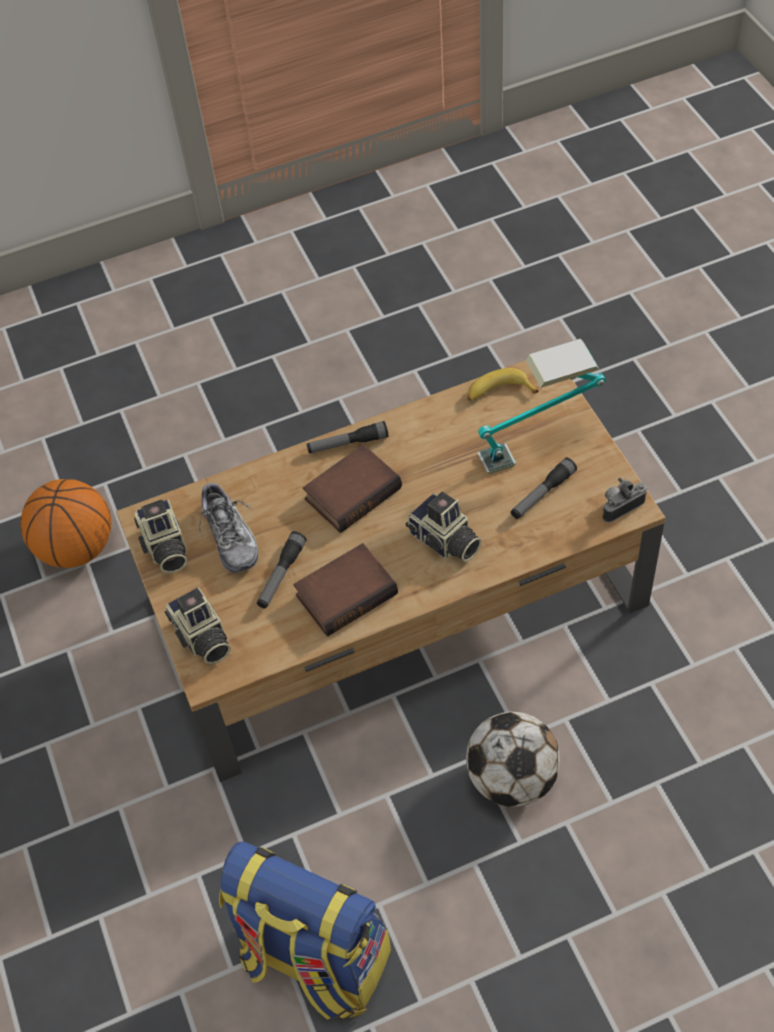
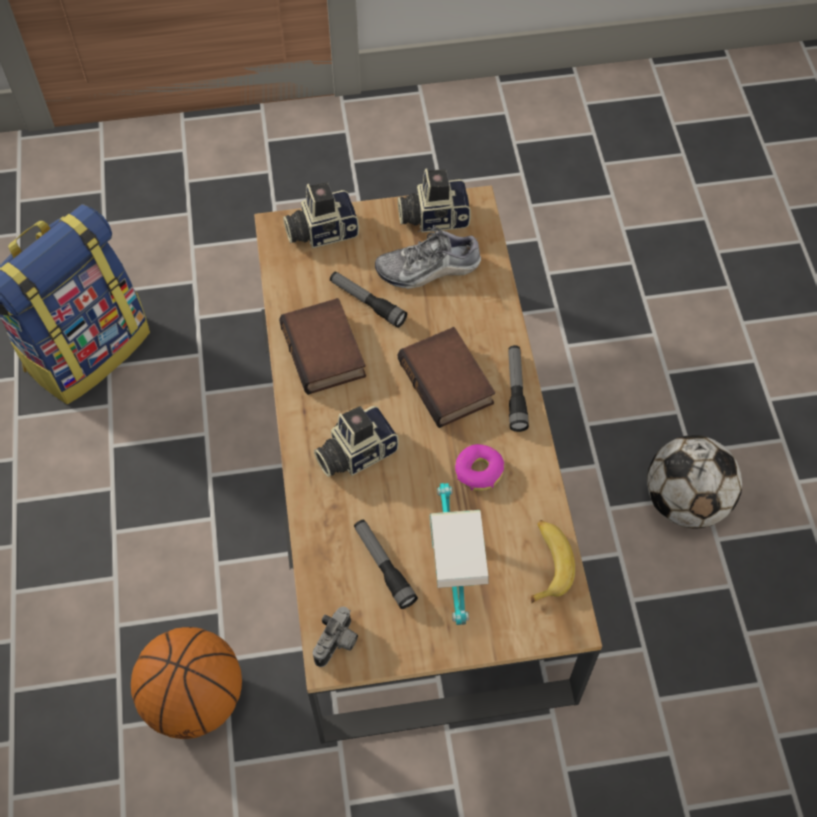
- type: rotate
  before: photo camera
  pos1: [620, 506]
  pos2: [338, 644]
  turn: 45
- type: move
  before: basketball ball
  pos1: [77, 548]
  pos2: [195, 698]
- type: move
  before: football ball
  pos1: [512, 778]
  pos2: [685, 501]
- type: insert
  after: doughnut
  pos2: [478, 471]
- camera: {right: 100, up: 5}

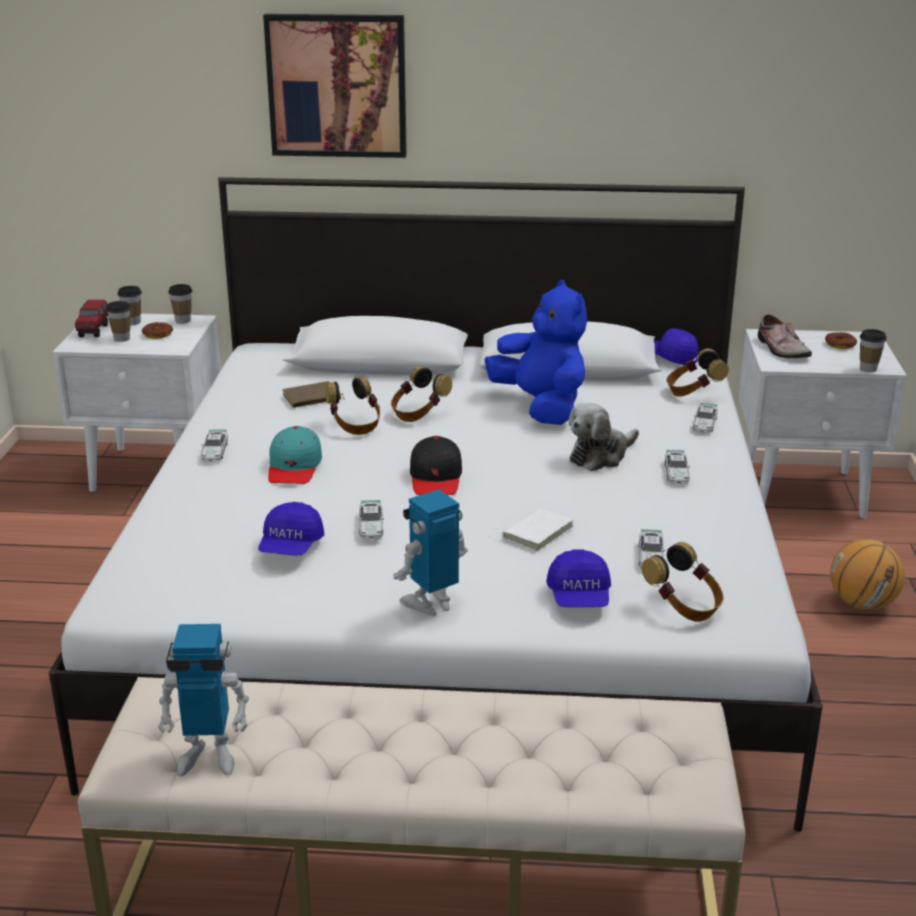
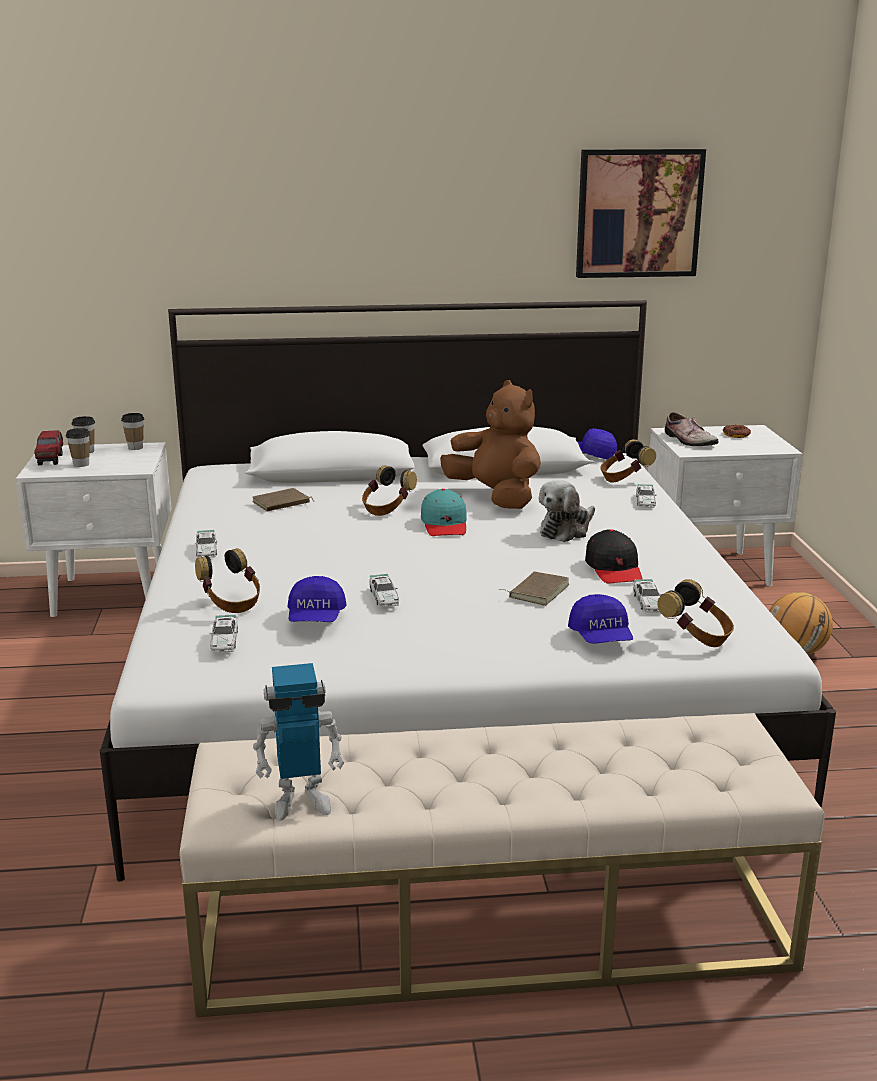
- type: move
  before: wall picture
  pos1: [337, 86]
  pos2: [638, 213]
- type: recolor
  before: cuddly toy/blue
  after: cuddly toy/brown-coloured
  pos1: [541, 407]
  pos2: [496, 497]
- type: delete
  before: doughnut
  pos1: [158, 334]
- type: delete
  before: cup
  pos1: [868, 369]
- type: move
  before: headphones
  pos1: [355, 426]
  pos2: [231, 603]
- type: move
  before: baseball cap/turquoise
  pos1: [294, 467]
  pos2: [444, 524]
- type: move
  before: baseball cap/black-coloured
  pos1: [436, 478]
  pos2: [614, 569]
- type: move
  before: miniature car
  pos1: [676, 473]
  pos2: [224, 640]
- type: delete
  before: robot figure
  pos1: [431, 604]
- type: recolor
  before: bound book/white-coloured
  after: bound book/brown-coloured
  pos1: [536, 532]
  pos2: [537, 591]
- camera: {right: -10, up: -5}

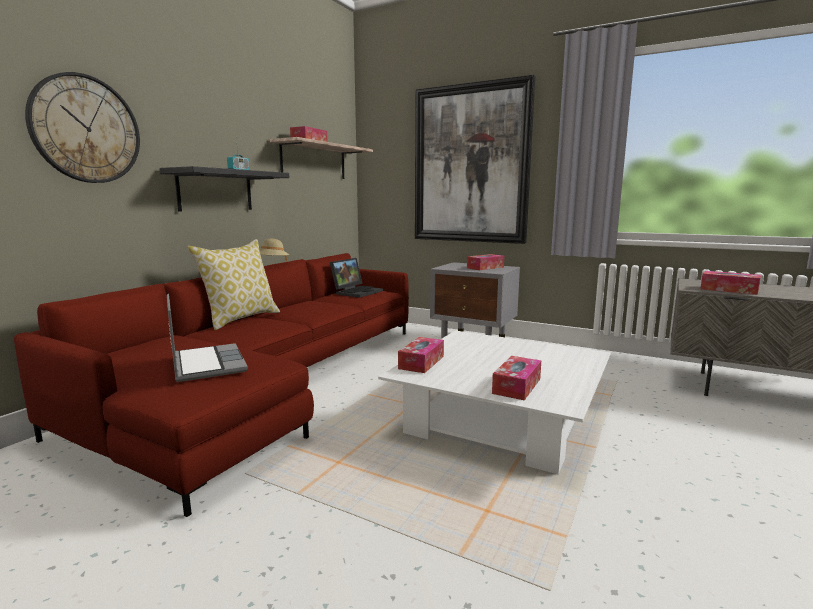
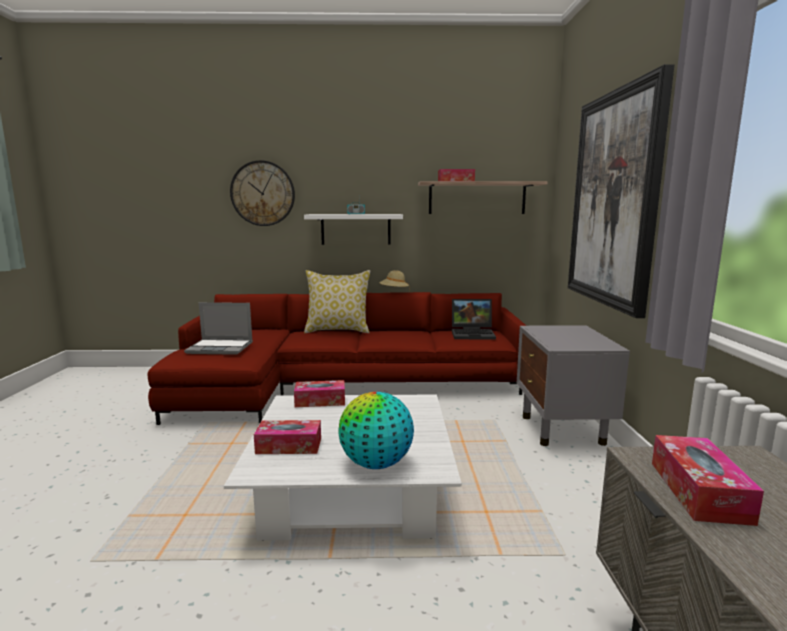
- type: recolor
  before: bracket shelf/black-coloured
  after: bracket shelf/white-coloured
  pos1: [215, 191]
  pos2: [356, 229]
- type: delete
  before: tissue box
  pos1: [485, 267]
- type: rotate
  before: portable computer
  pos1: [206, 364]
  pos2: [221, 348]
  turn: 60
- type: insert
  after: globe
  pos2: [376, 464]
- camera: {right: 60, up: 0}

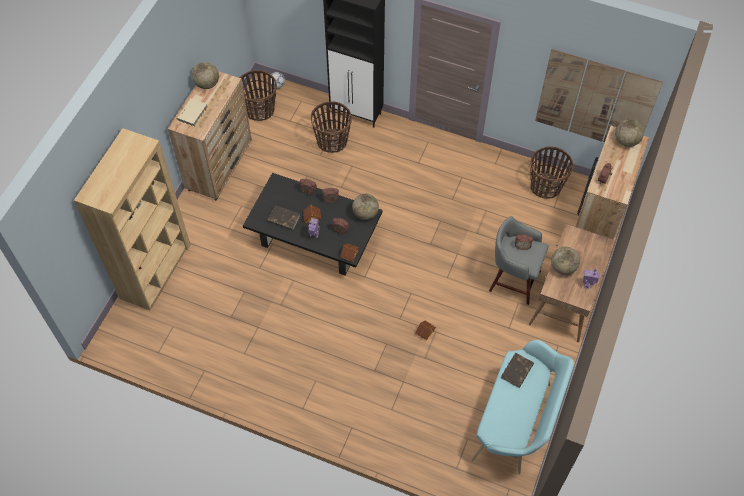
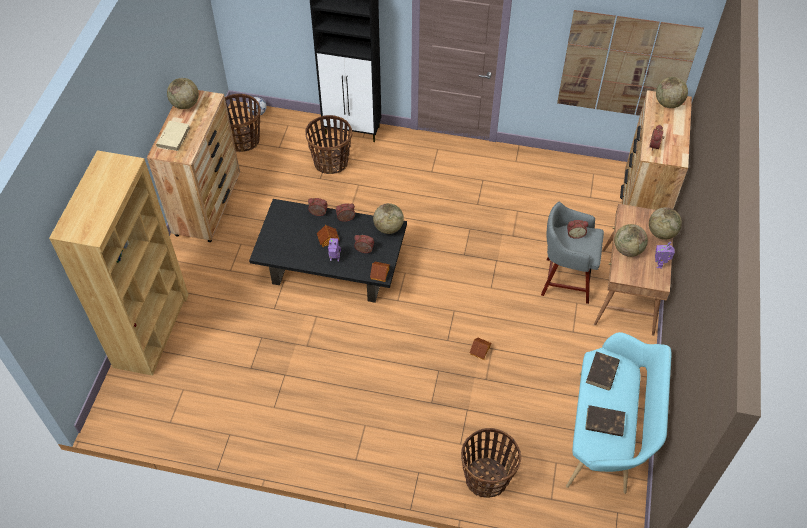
- type: move
  before: basket
  pos1: [545, 186]
  pos2: [486, 478]
- type: move
  before: bound book/brown-coloured
  pos1: [283, 219]
  pos2: [604, 422]
- type: insert
  after: globe
  pos2: [661, 233]
- camera: {right: -10, up: -5}

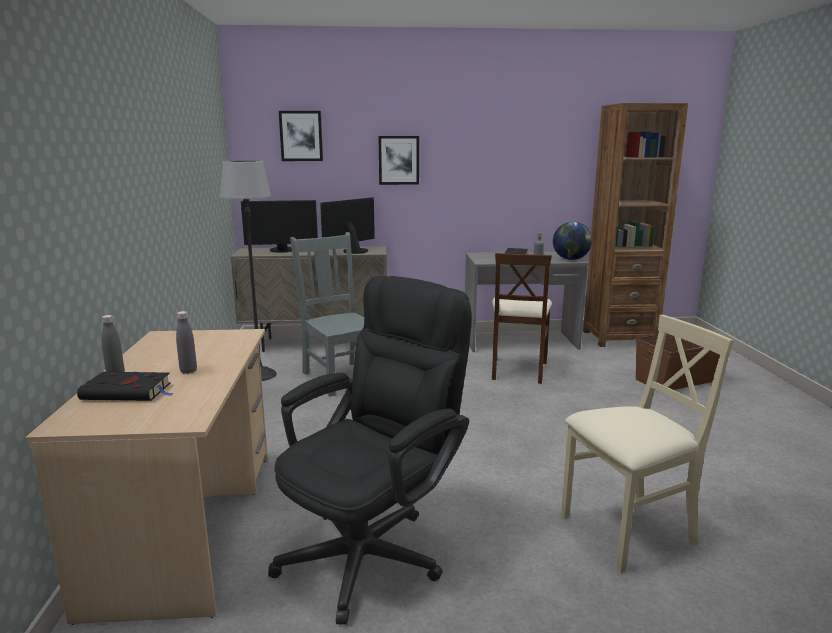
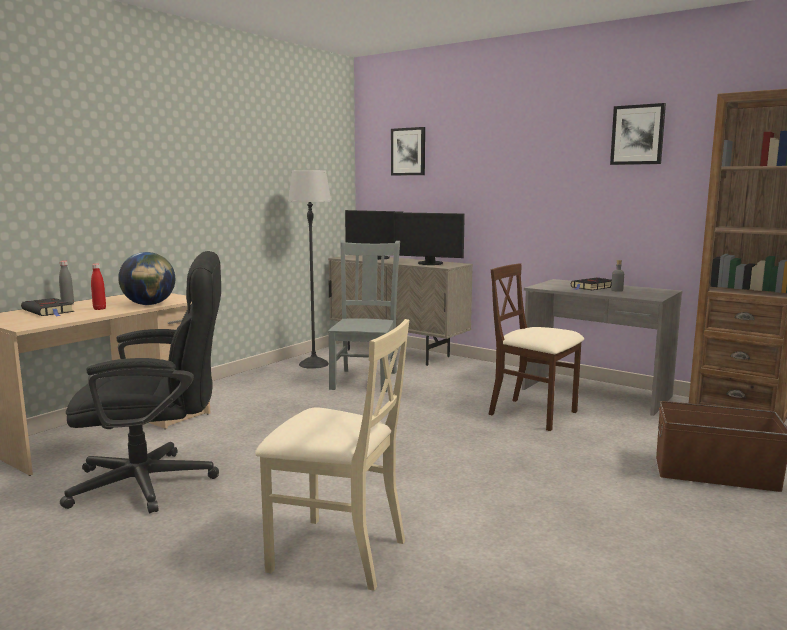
- type: move
  before: wall picture
  pos1: [398, 160]
  pos2: [637, 135]
- type: rotate
  before: monitor
  pos1: [353, 251]
  pos2: [429, 264]
  turn: -150
- type: move
  before: globe
  pos1: [571, 259]
  pos2: [149, 304]
- type: rotate
  before: plain chair/beige-coloured
  pos1: [517, 370]
  pos2: [533, 414]
  turn: 75
- type: recolor
  before: drink bottle/grey
  after: drink bottle/red
  pos1: [188, 371]
  pos2: [99, 309]
- camera: {right: 40, up: -5}

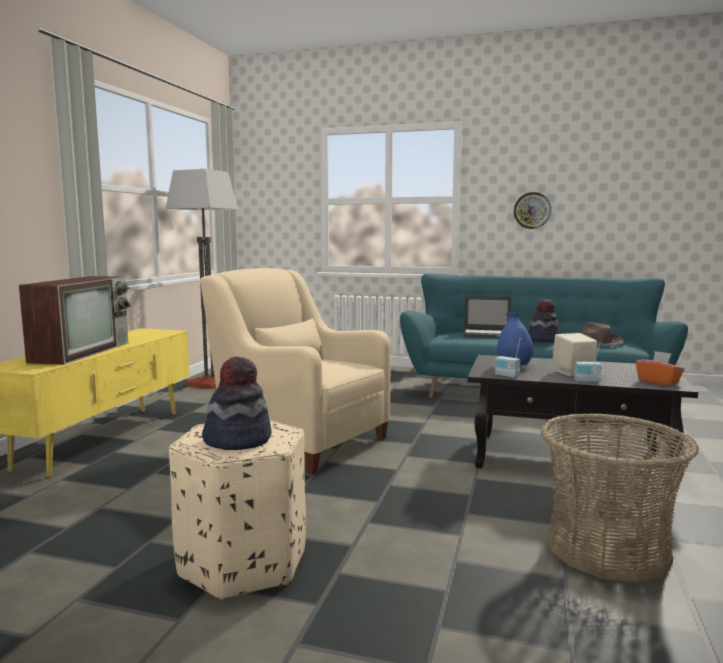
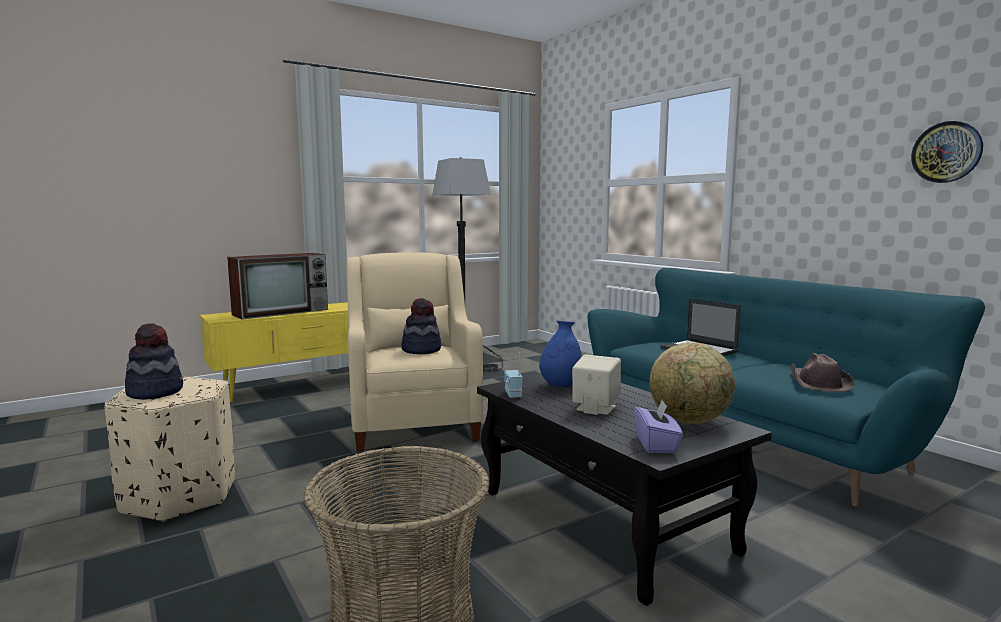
- type: move
  before: wall clock
  pos1: [532, 210]
  pos2: [946, 152]
- type: move
  before: clothing hat
  pos1: [543, 340]
  pos2: [421, 350]
- type: delete
  before: radio receiver
  pos1: [587, 381]
- type: recolor
  before: tissue box/orangey
  after: tissue box/purple
  pos1: [658, 382]
  pos2: [656, 444]
- type: insert
  after: globe
  pos2: [689, 421]
- camera: {right: 40, up: 0}

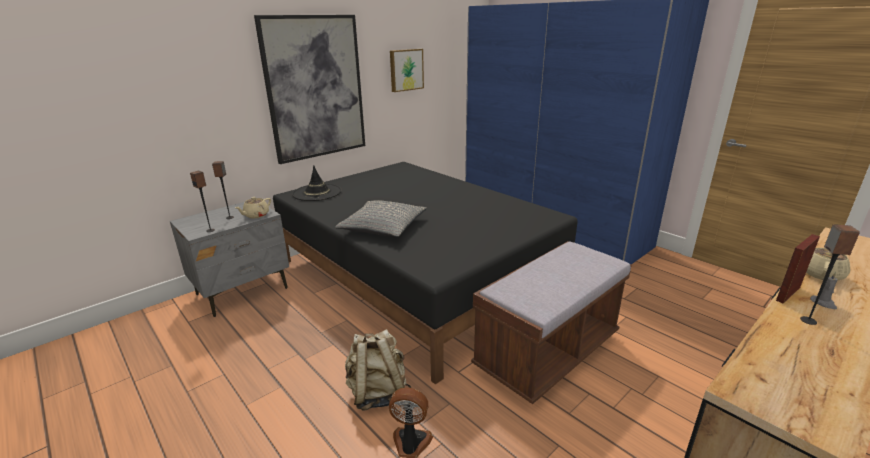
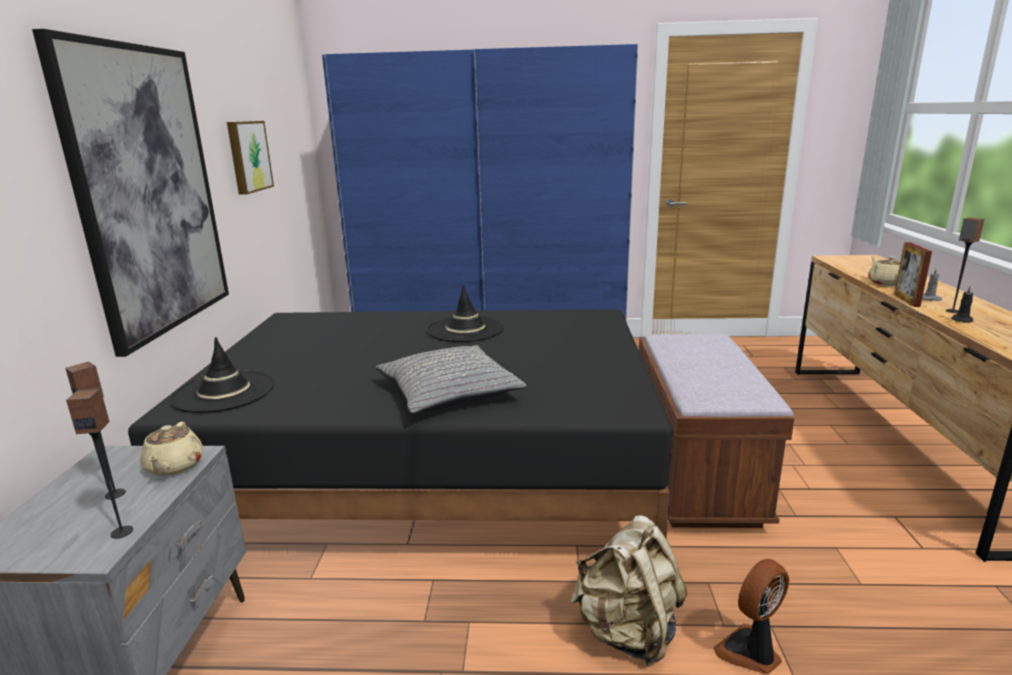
- type: insert
  after: clothing hat/black-coloured
  pos2: [465, 329]
- type: insert
  after: candle/black-coloured
  pos2: [962, 320]
- camera: {right: -45, up: -5}

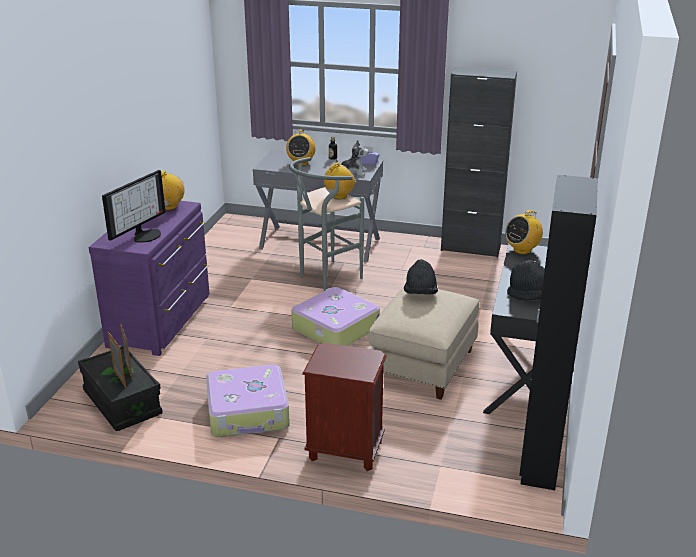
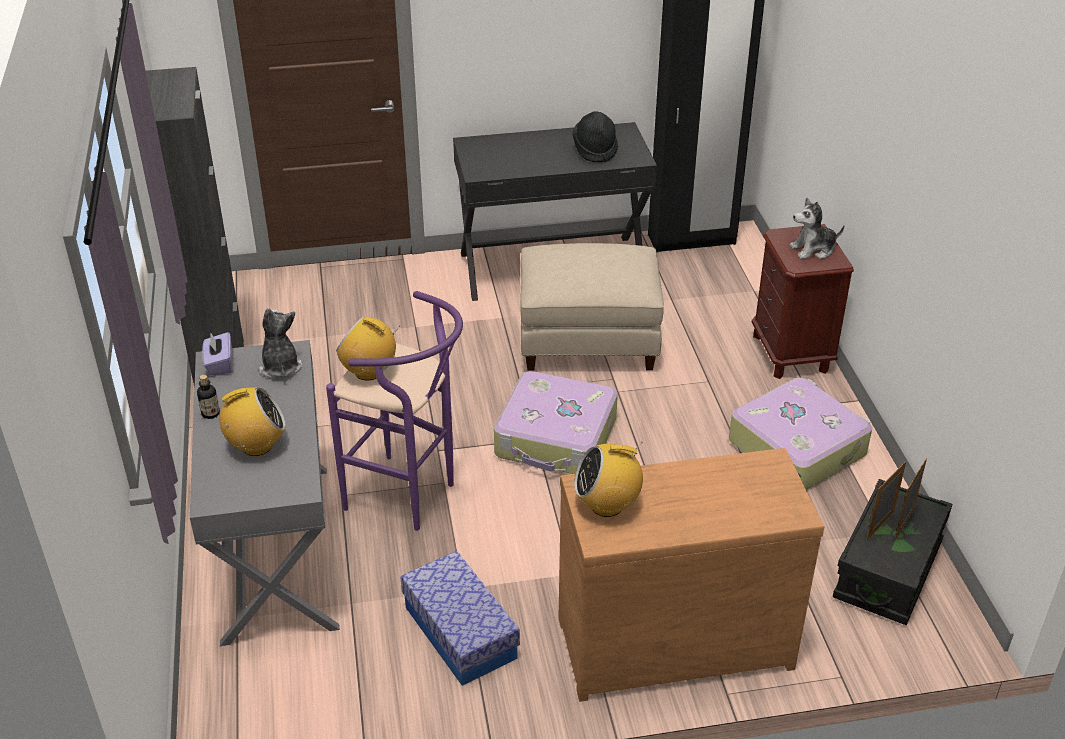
- type: recolor
  before: sitting stool/grey
  after: sitting stool/purple
  pos1: [325, 278]
  pos2: [410, 498]
- type: delete
  before: monitor
  pos1: [145, 235]
- type: recolor
  before: chest of drawers/purple
  after: chest of drawers/brown-coloured
  pos1: [163, 320]
  pos2: [671, 638]
- type: delete
  before: radio receiver
  pos1: [522, 250]
- type: delete
  before: clothing hat/black-coloured
  pos1: [420, 294]
- type: insert
  after: cuddly toy
  pos2: [813, 249]
- type: insert
  after: storage bin
  pos2: [460, 632]
- camera: {right: -115, up: 10}

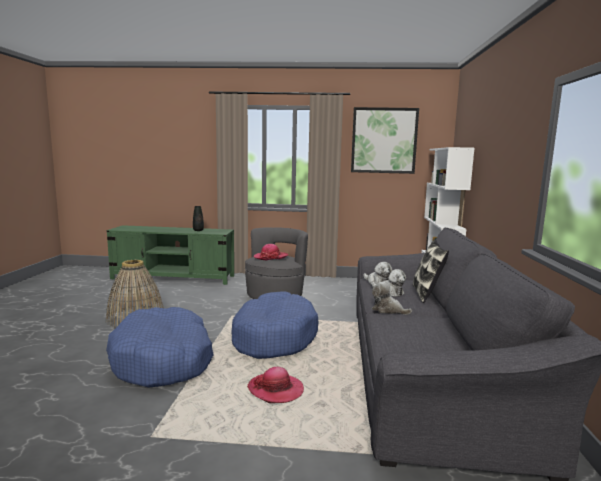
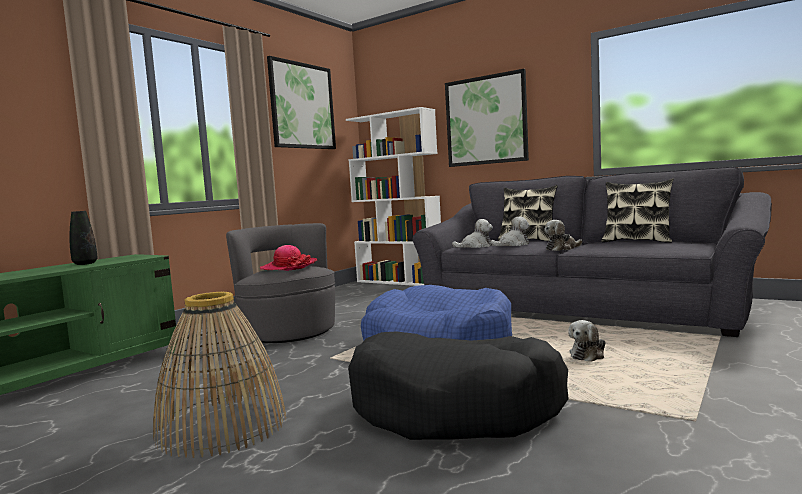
- type: recolor
  before: dog cushion/blue
  after: dog cushion/black-coloured
  pos1: [163, 360]
  pos2: [455, 408]
- type: replace
  before: clothing hat
  after: cuddly toy
  pos1: [276, 390]
  pos2: [588, 355]
- type: insert
  after: wall picture
  pos2: [486, 120]
- type: insert
  after: pillow
  pos2: [637, 241]
- camera: {right: -60, up: -5}

